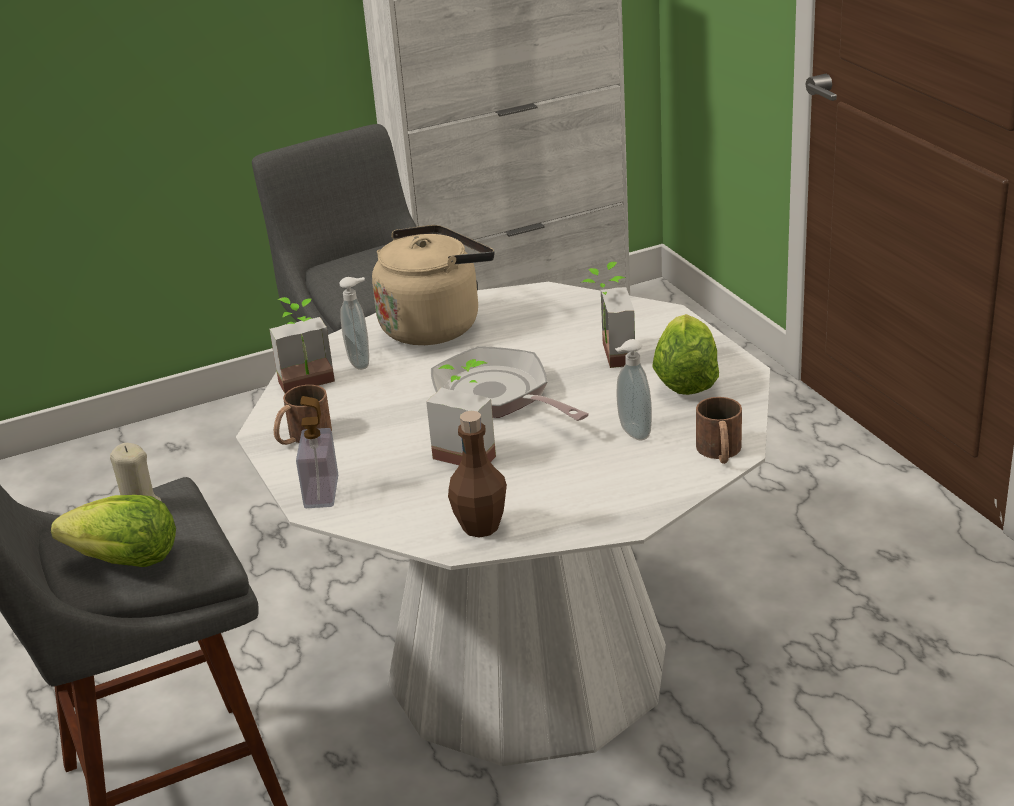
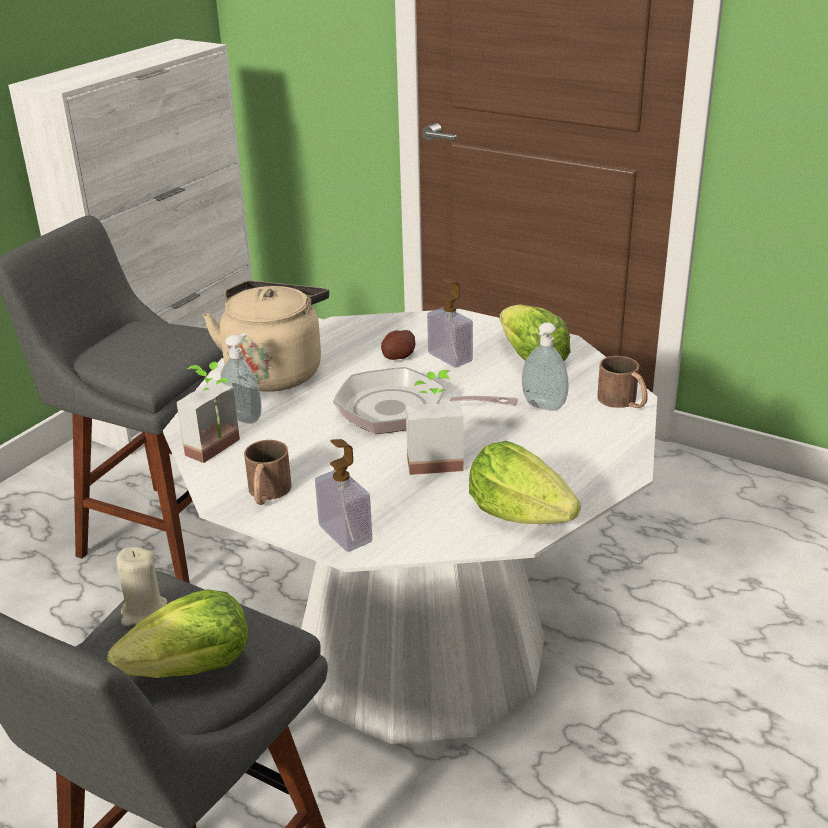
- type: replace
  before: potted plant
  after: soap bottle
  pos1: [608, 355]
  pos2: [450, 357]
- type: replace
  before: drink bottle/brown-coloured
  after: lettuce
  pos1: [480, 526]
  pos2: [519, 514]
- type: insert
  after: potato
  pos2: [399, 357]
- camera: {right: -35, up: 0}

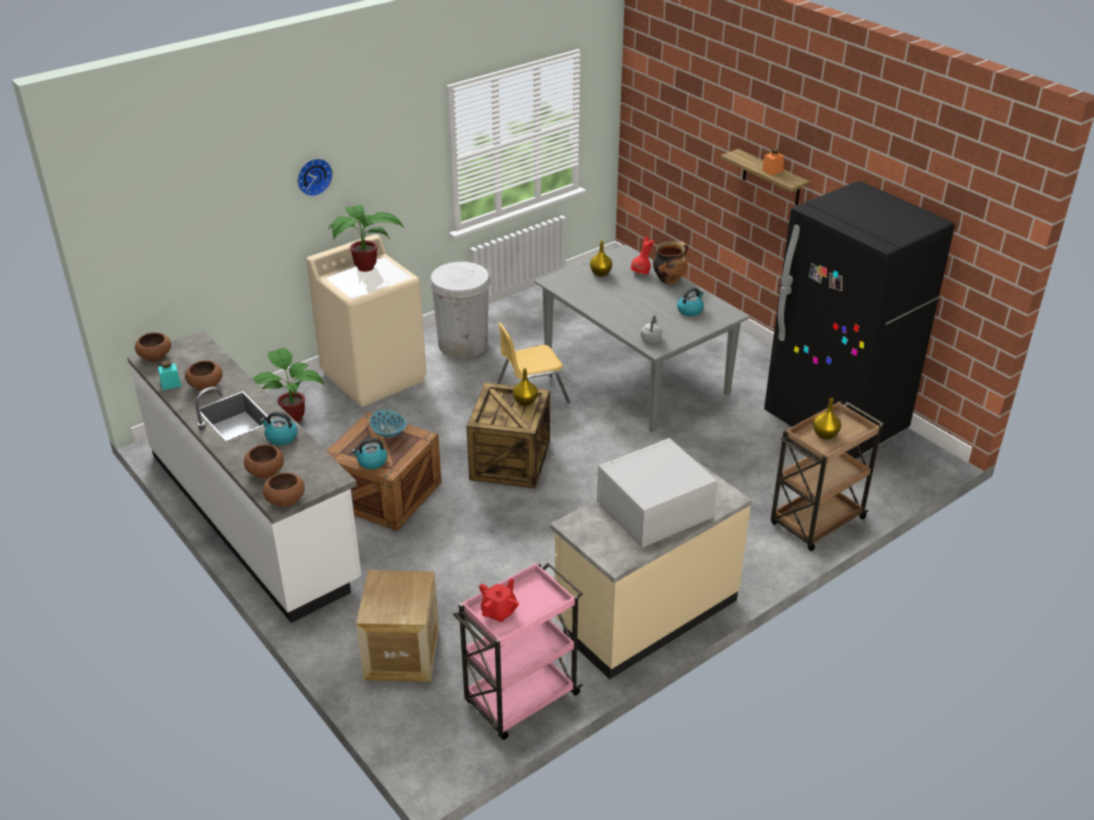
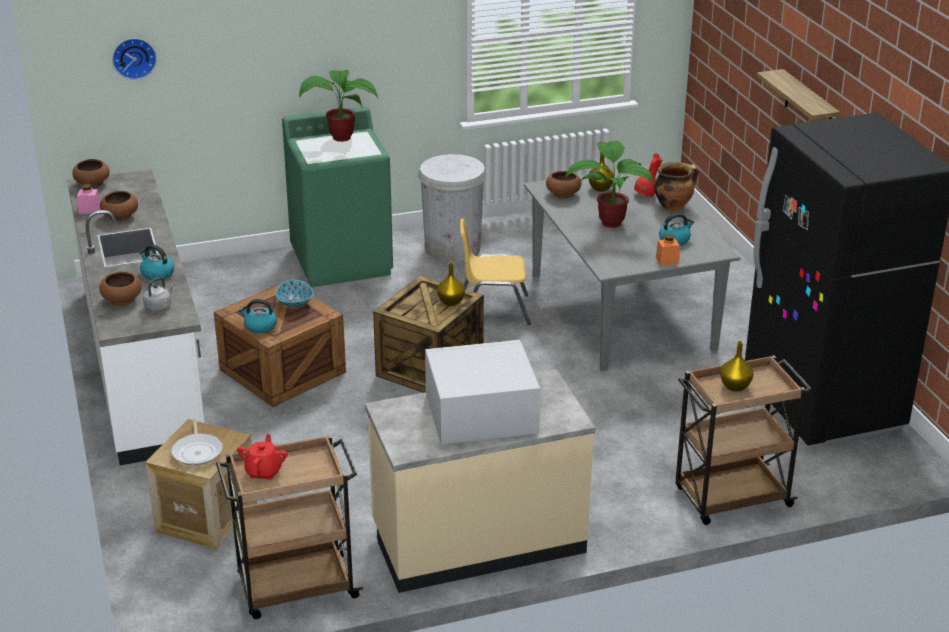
- type: move
  before: jar/orangey
  pos1: [772, 171]
  pos2: [667, 260]
- type: move
  before: wall clock
  pos1: [313, 176]
  pos2: [134, 57]
- type: recolor
  before: laundry appliance/beige-coloured
  after: laundry appliance/greenish
  pos1: [374, 376]
  pos2: [342, 261]
- type: move
  before: water kettle/grey
  pos1: [651, 339]
  pos2: [159, 306]
- type: move
  before: potted plant
  pos1: [292, 416]
  pos2: [609, 221]
- type: recolor
  before: jar/turquoise
  after: jar/pink
  pos1: [171, 384]
  pos2: [89, 210]
- type: move
  before: deep dish/brown-coloured
  pos1: [285, 500]
  pos2: [563, 194]
- type: recolor
  before: wheeled cart/pink
  after: wheeled cart/brown-coloured
  pos1: [520, 699]
  pos2: [295, 587]
- type: rotate
  before: tea pot/red
  pos1: [499, 611]
  pos2: [264, 472]
  turn: -45
- type: insert
  after: frying pan
  pos2: [197, 451]
- camera: {right: 20, up: -5}

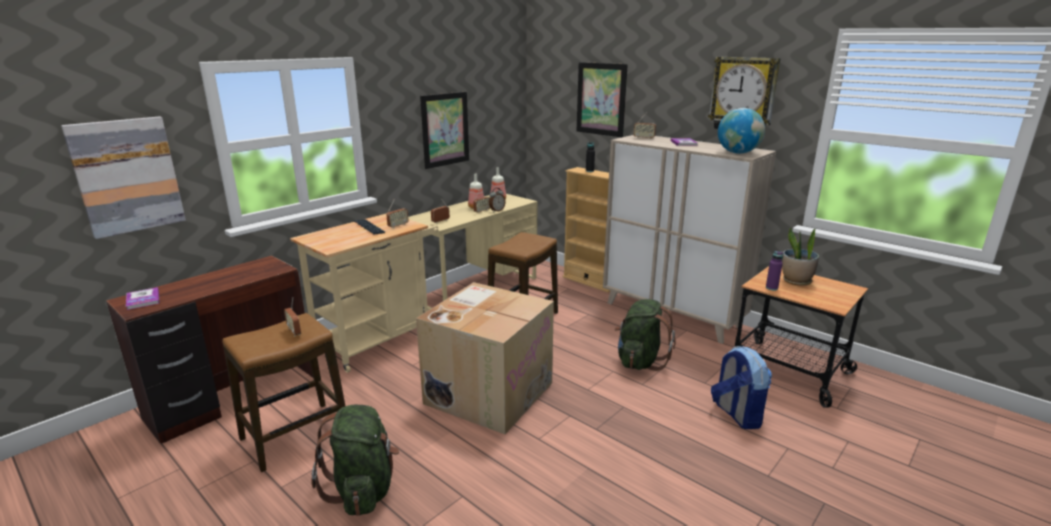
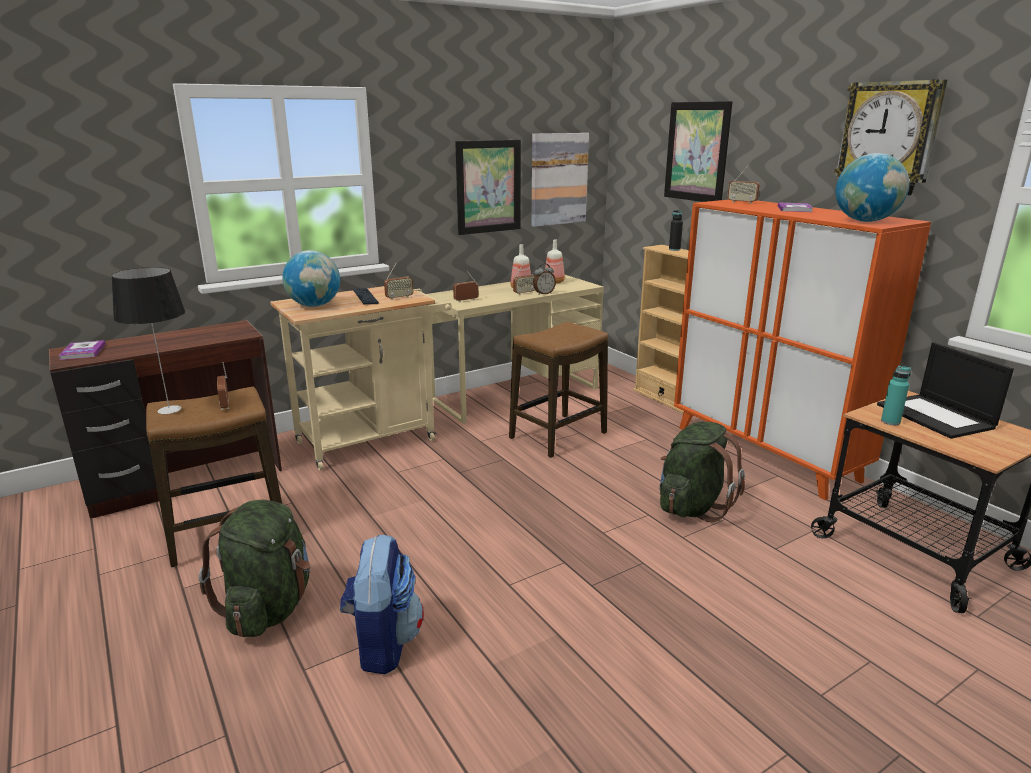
- type: move
  before: wall picture
  pos1: [127, 176]
  pos2: [558, 179]
- type: recolor
  before: cupboard/beige-coloured
  after: cupboard/orangey
  pos1: [672, 315]
  pos2: [765, 453]
- type: replace
  before: potted plant
  after: portable computer
  pos1: [796, 281]
  pos2: [936, 416]
- type: recolor
  before: drink bottle/purple
  after: drink bottle/turquoise
  pos1: [771, 288]
  pos2: [890, 421]
- type: delete
  before: cardboard box
  pos1: [488, 392]
- type: move
  before: rucksack
  pos1: [736, 414]
  pos2: [383, 643]
- type: insert
  after: globe
  pos2: [314, 305]
- type: insert
  after: lamp for a table
  pos2: [169, 410]
- camera: {right: 15, up: 0}

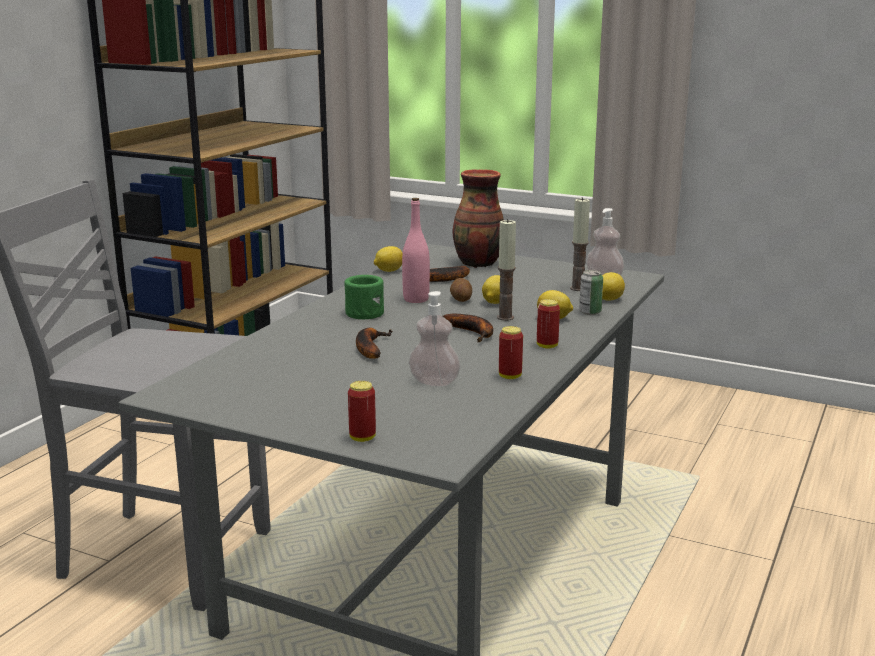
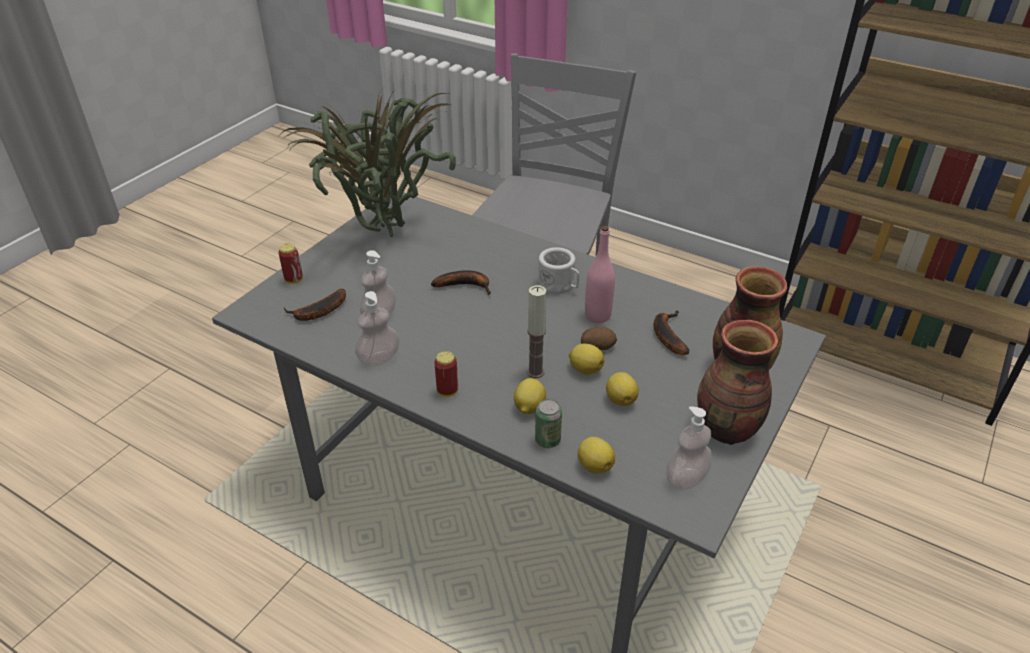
- type: delete
  before: candle
  pos1: [578, 288]
- type: move
  before: lemon
  pos1: [388, 271]
  pos2: [620, 399]
- type: recolor
  before: mug/greenish
  after: mug/white-coloured
  pos1: [367, 312]
  pos2: [559, 286]
- type: move
  before: whole banana
  pos1: [473, 332]
  pos2: [318, 312]
- type: replace
  before: metal can
  after: soap bottle
  pos1: [510, 376]
  pos2: [379, 358]
- type: insert
  after: potted plant
  pos2: [382, 234]
- type: insert
  after: flower vase
  pos2: [727, 430]
- camera: {right: 95, up: 20}

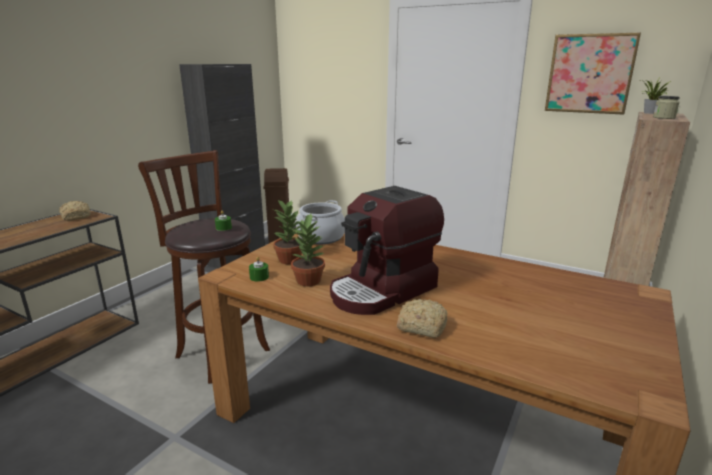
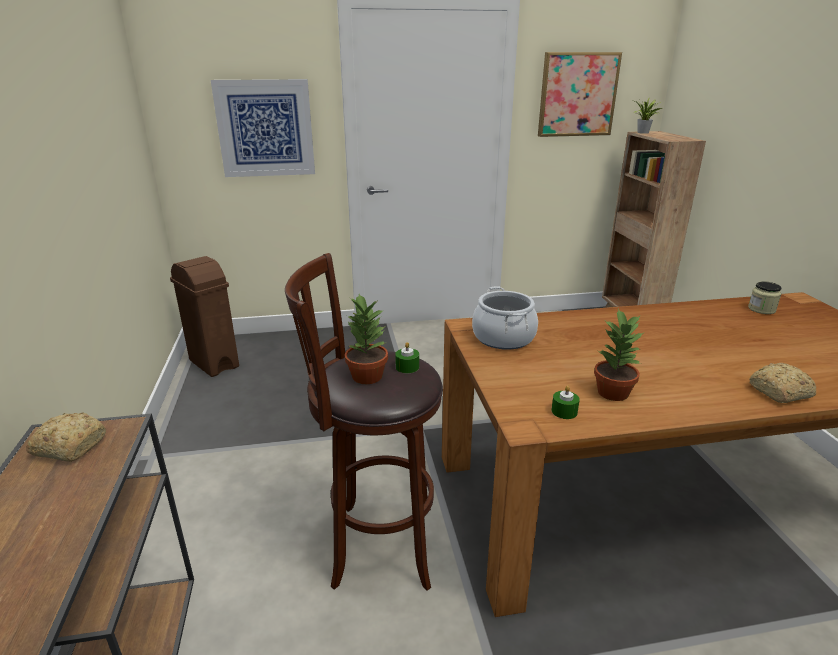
- type: delete
  before: cupboard/black-coloured
  pos1: [236, 257]
- type: move
  before: jar
  pos1: [664, 117]
  pos2: [761, 309]
- type: delete
  before: coffee brewer
  pos1: [383, 291]
- type: move
  before: potted plant
  pos1: [289, 259]
  pos2: [366, 376]
- type: insert
  after: wall picture
  pos2: [265, 128]
- camera: {right: -40, up: 5}

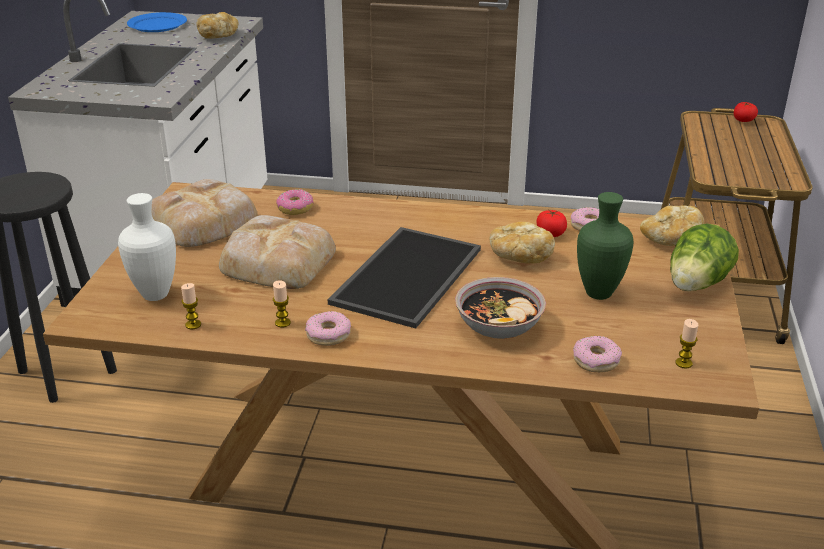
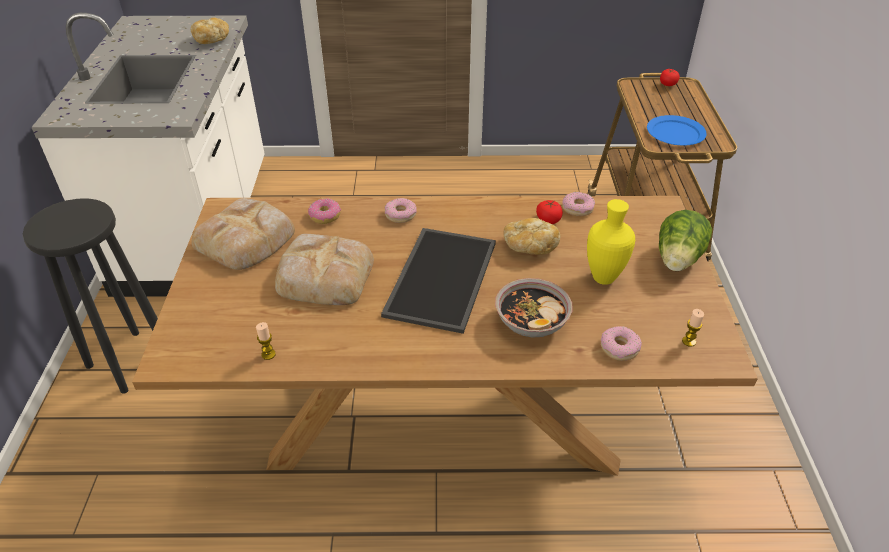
- type: move
  before: dinner plate/blue
  pos1: [157, 25]
  pos2: [676, 133]
- type: recolor
  before: flower vase/greenish
  after: flower vase/yellow
  pos1: [600, 294]
  pos2: [605, 278]
- type: delete
  before: flower vase/white-coloured
  pos1: [155, 296]
- type: delete
  before: bakery bread
  pos1: [671, 240]
- type: delete
  before: candle
  pos1: [282, 323]
- type: move
  before: doughnut
  pos1: [328, 334]
  pos2: [400, 214]
- camera: {right: -10, up: 10}

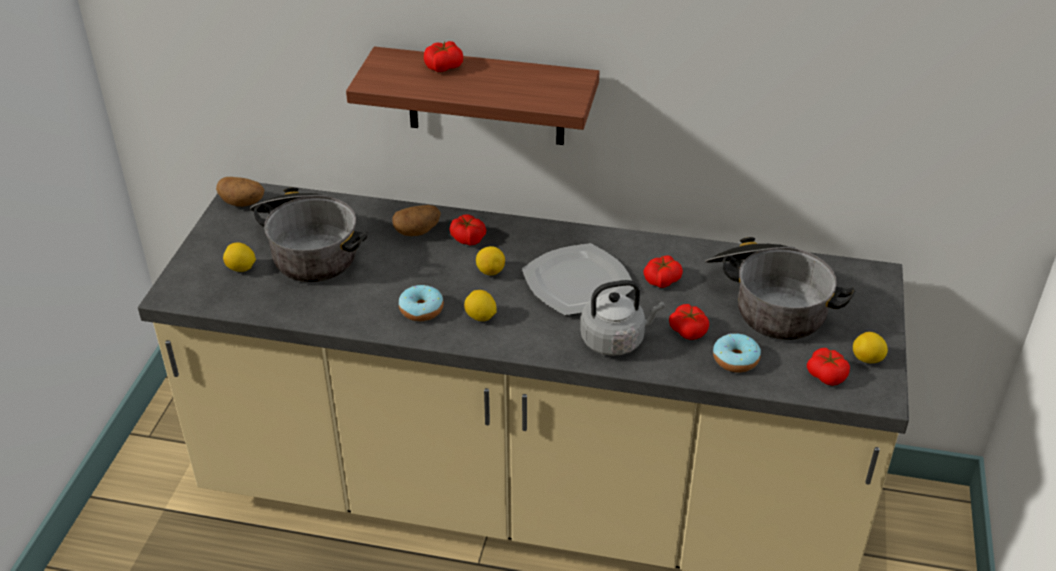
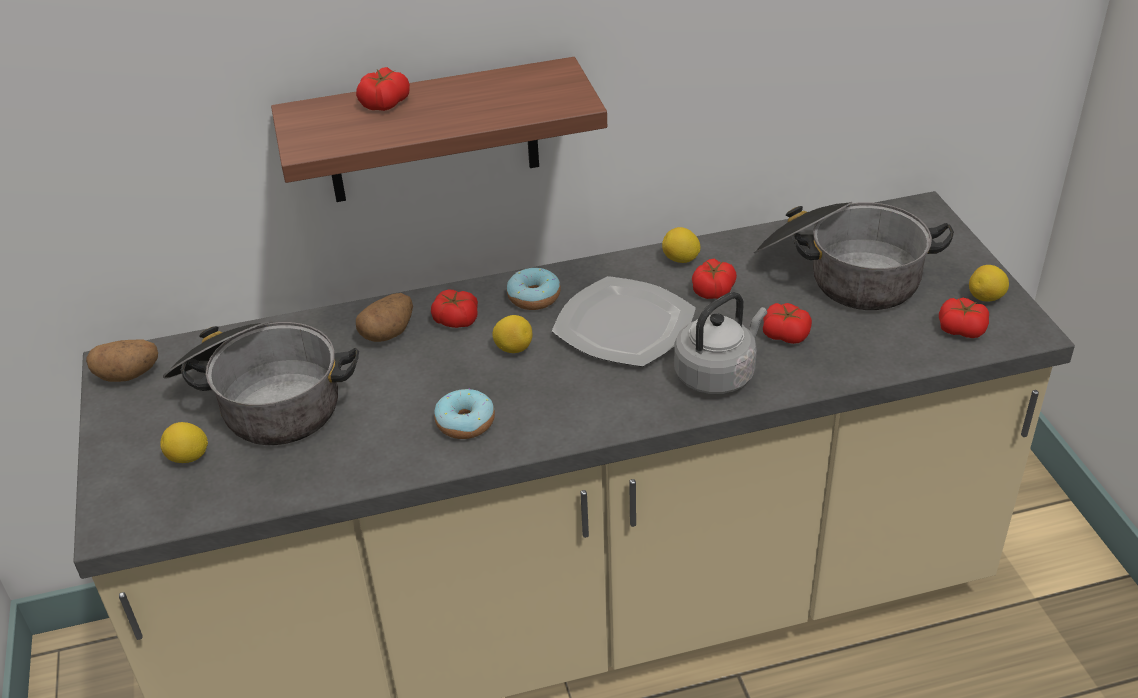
- type: move
  before: lemon
  pos1: [480, 317]
  pos2: [681, 260]
- type: move
  before: doughnut
  pos1: [735, 359]
  pos2: [534, 297]
- camera: {right: -25, up: 0}

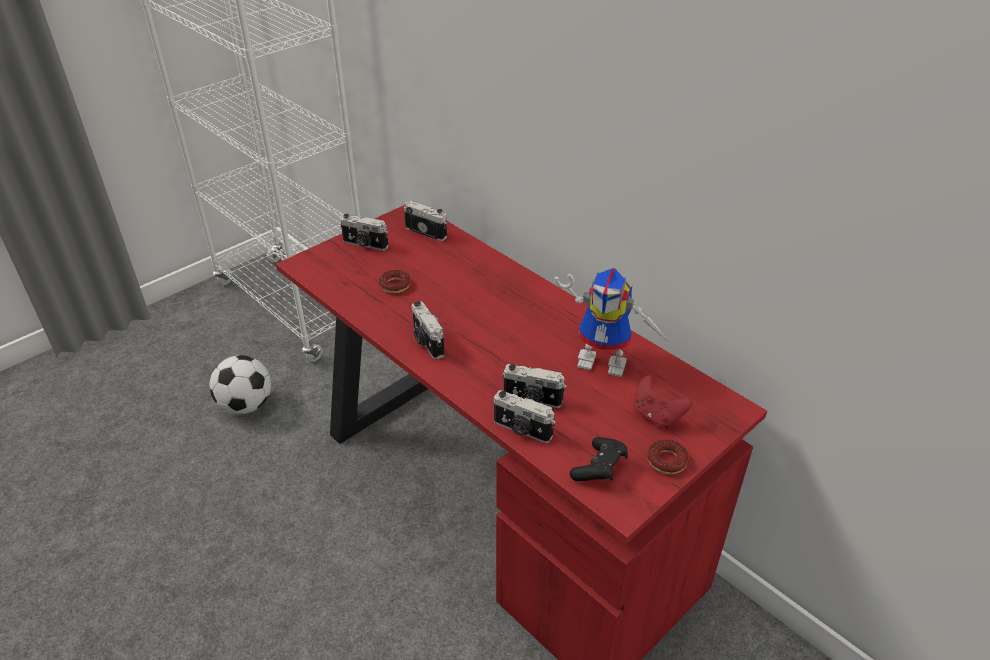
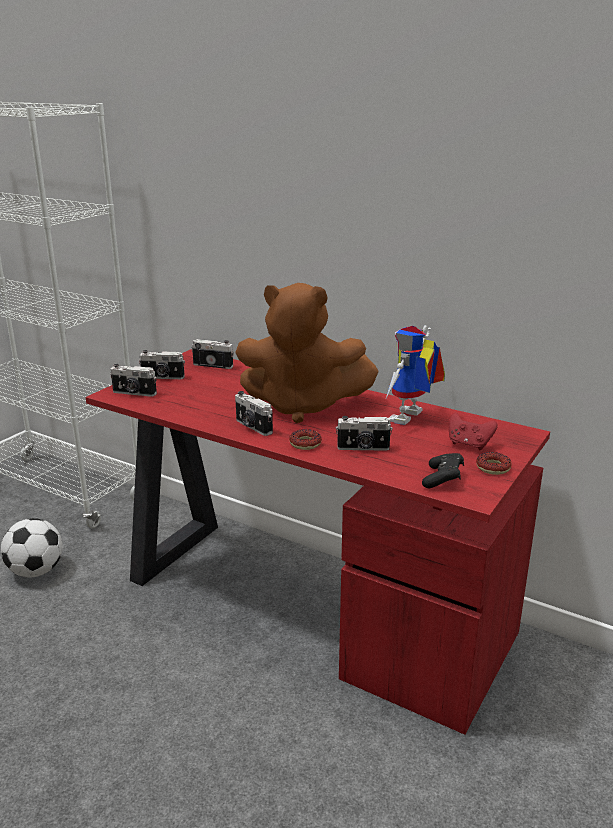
- type: rotate
  before: robot figure
  pos1: [607, 360]
  pos2: [410, 419]
  turn: 120
- type: move
  before: doughnut
  pos1: [395, 285]
  pos2: [305, 443]
- type: move
  before: photo camera
  pos1: [522, 430]
  pos2: [134, 393]
- type: insert
  after: cuddly toy/brown-coloured
  pos2: [302, 406]
- camera: {right: -15, up: -15}

